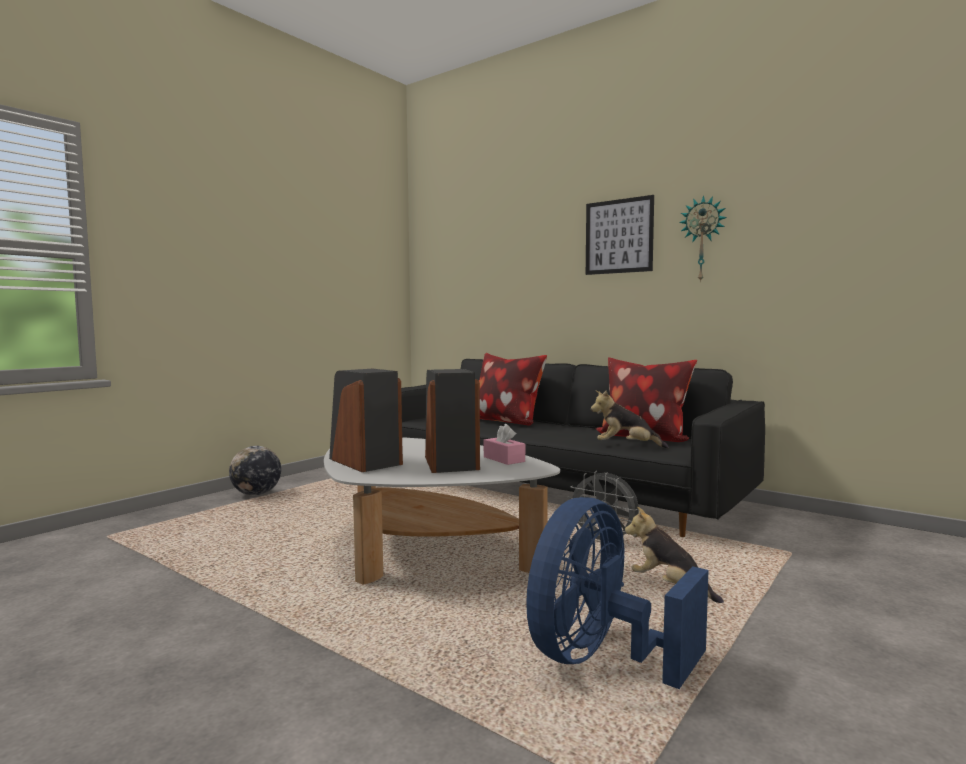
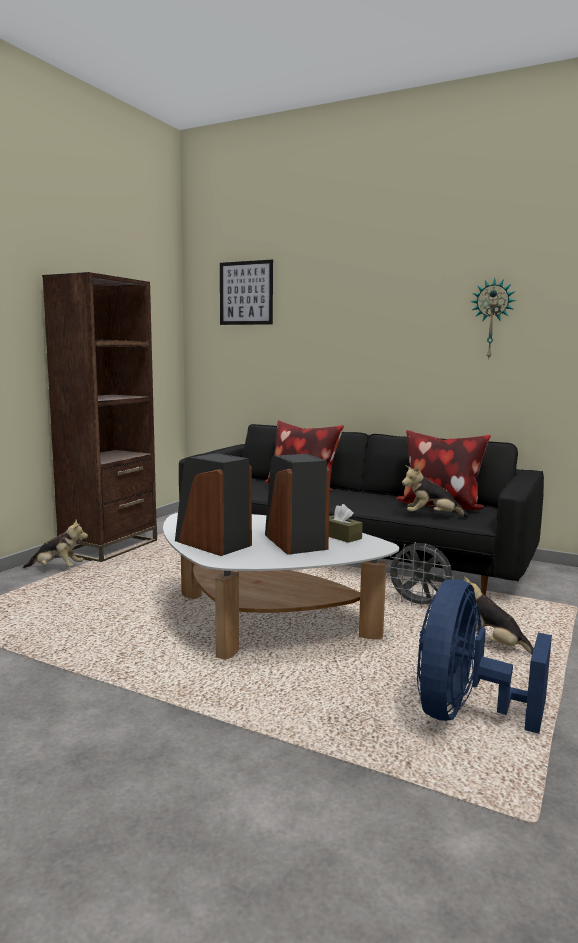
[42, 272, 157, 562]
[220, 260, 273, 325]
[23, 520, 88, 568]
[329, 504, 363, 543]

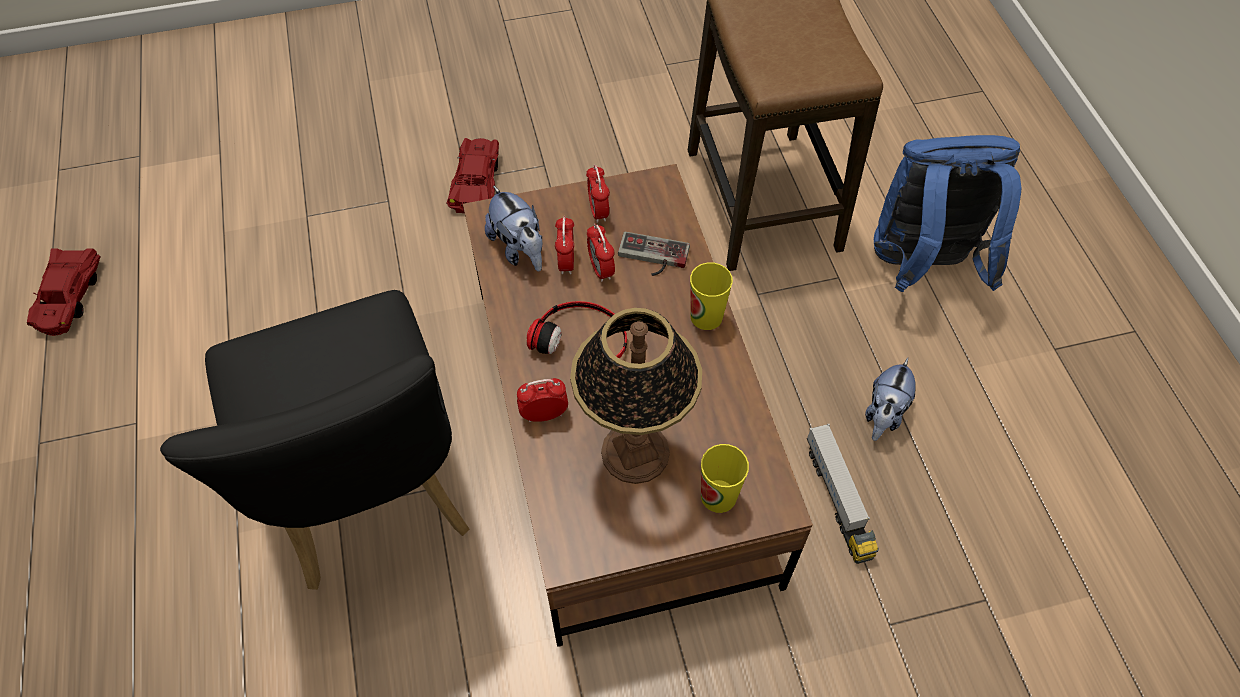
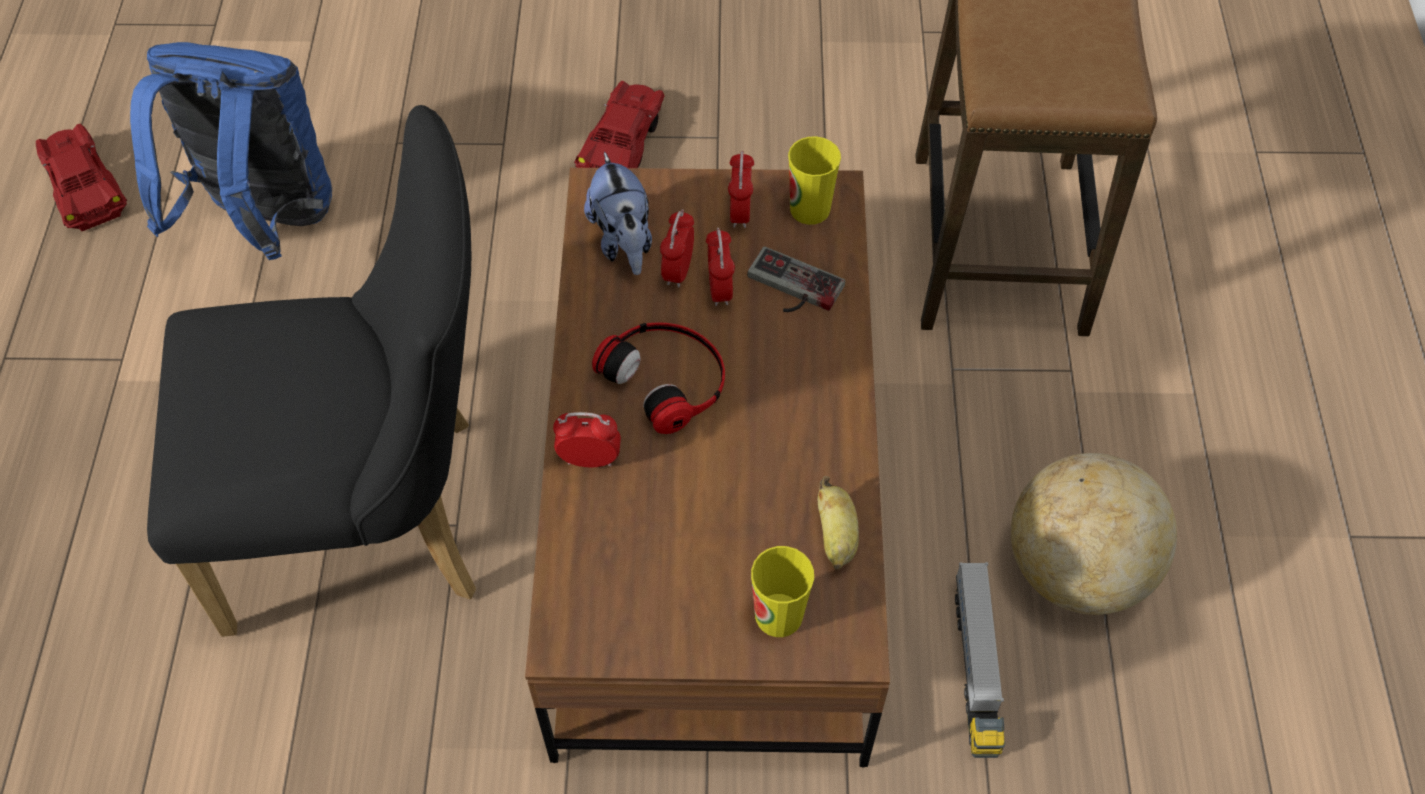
[570, 308, 702, 484] (first image)
[818, 476, 859, 570]
[788, 136, 841, 225]
[130, 42, 332, 260]
[1011, 453, 1177, 615]
[36, 124, 127, 231]
[147, 105, 476, 637]

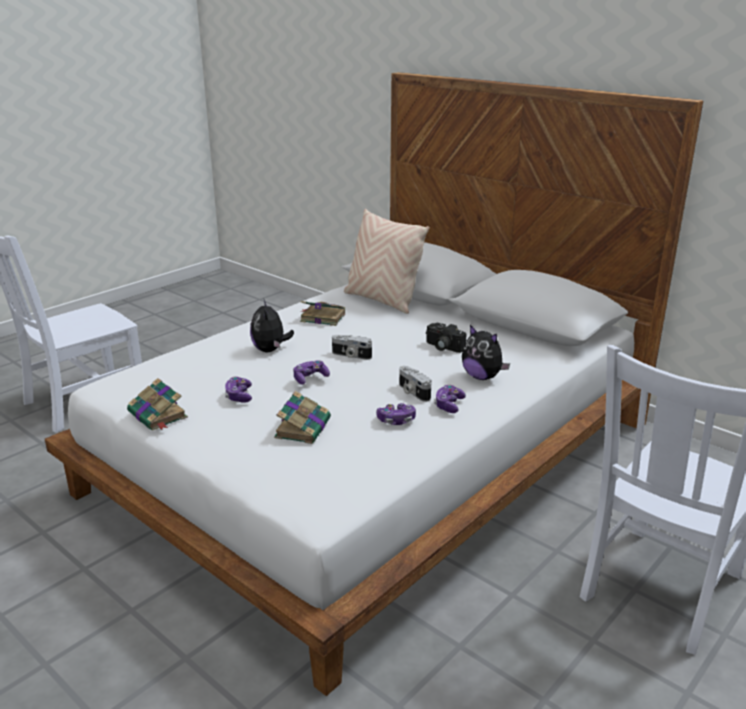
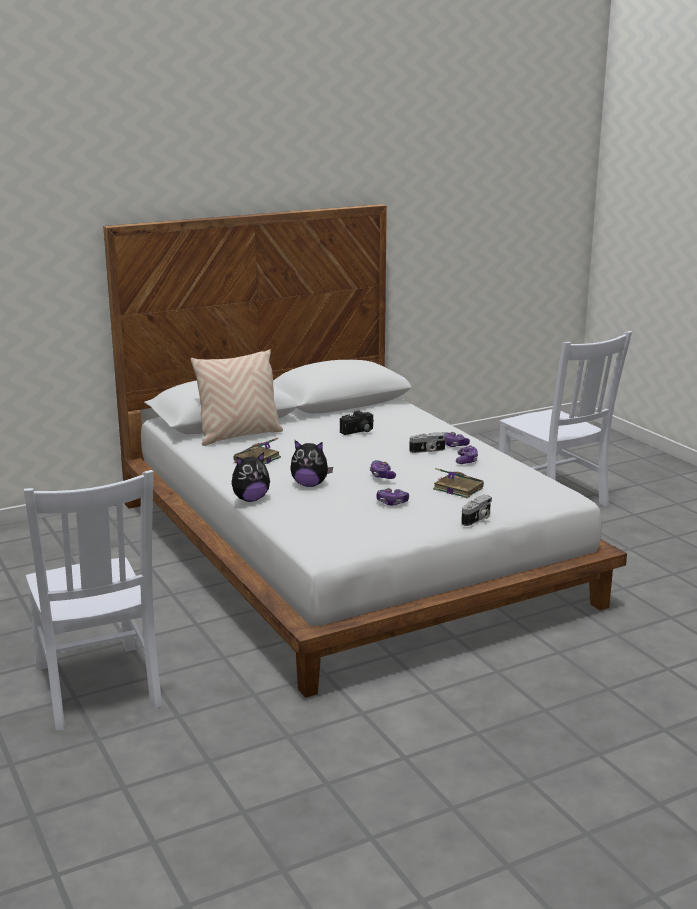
[127, 378, 188, 431] (first image)
[461, 495, 492, 526]
[232, 452, 270, 502]

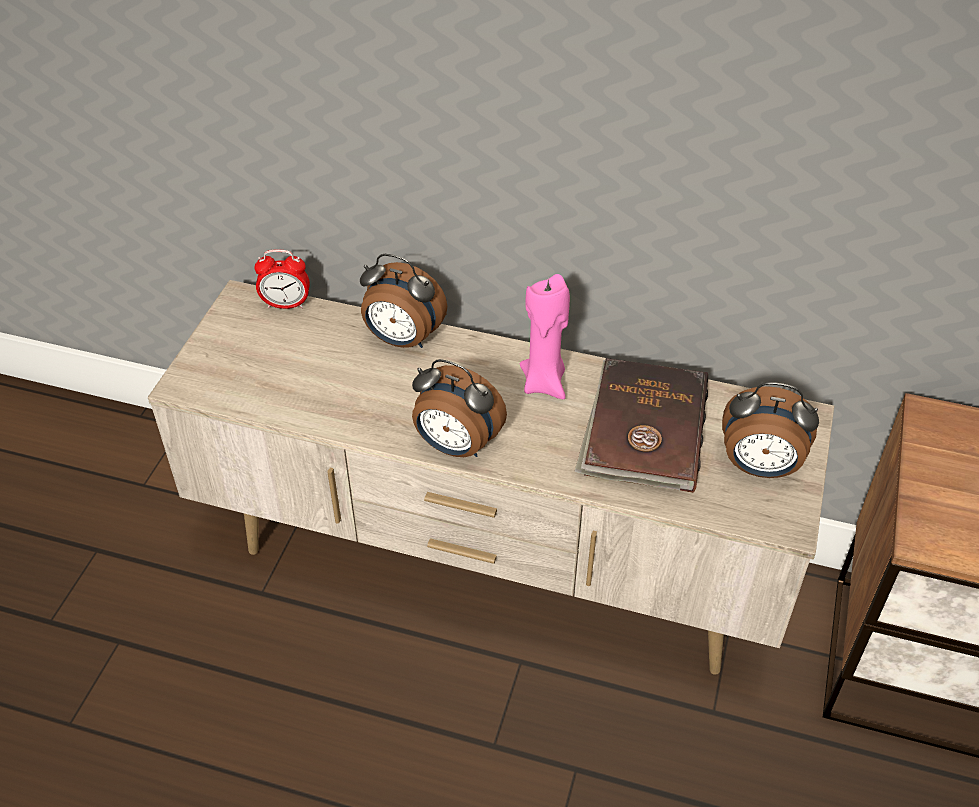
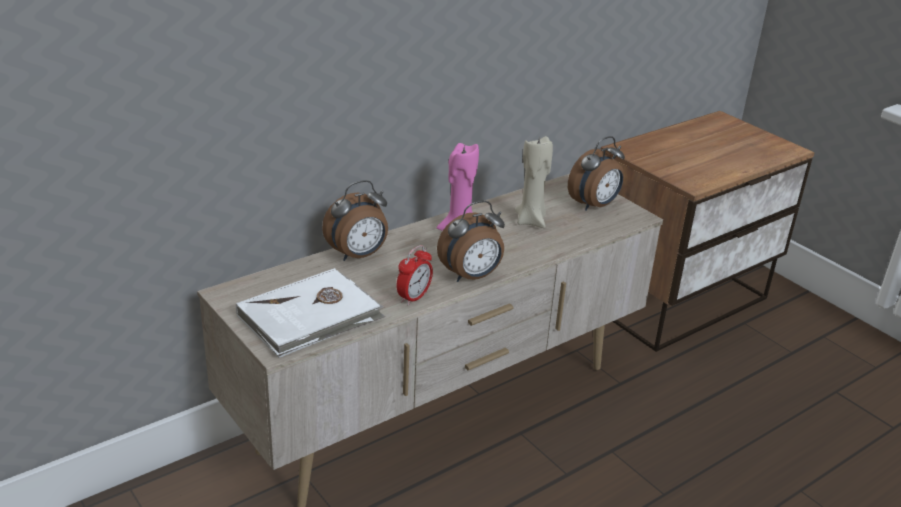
[236, 268, 385, 358]
[396, 245, 433, 306]
[515, 135, 553, 228]

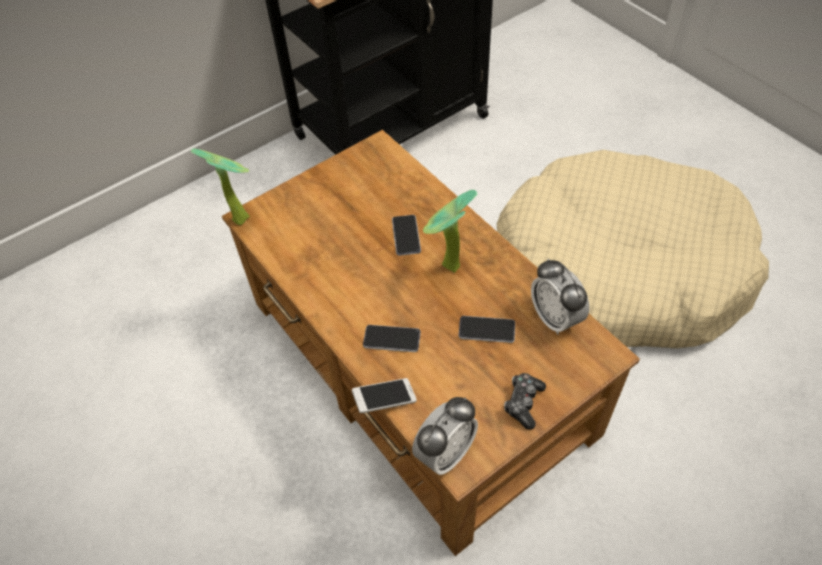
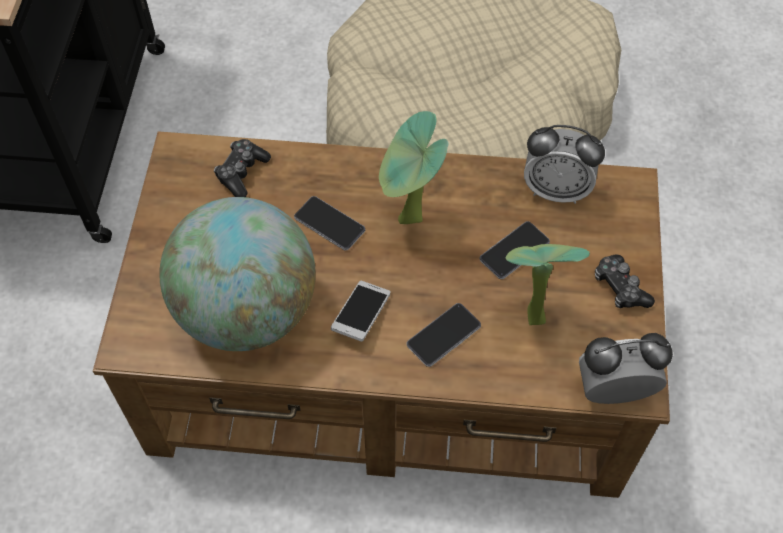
[159, 197, 316, 351]
[214, 139, 271, 197]
[506, 244, 590, 325]
[331, 281, 391, 342]
[579, 333, 673, 404]

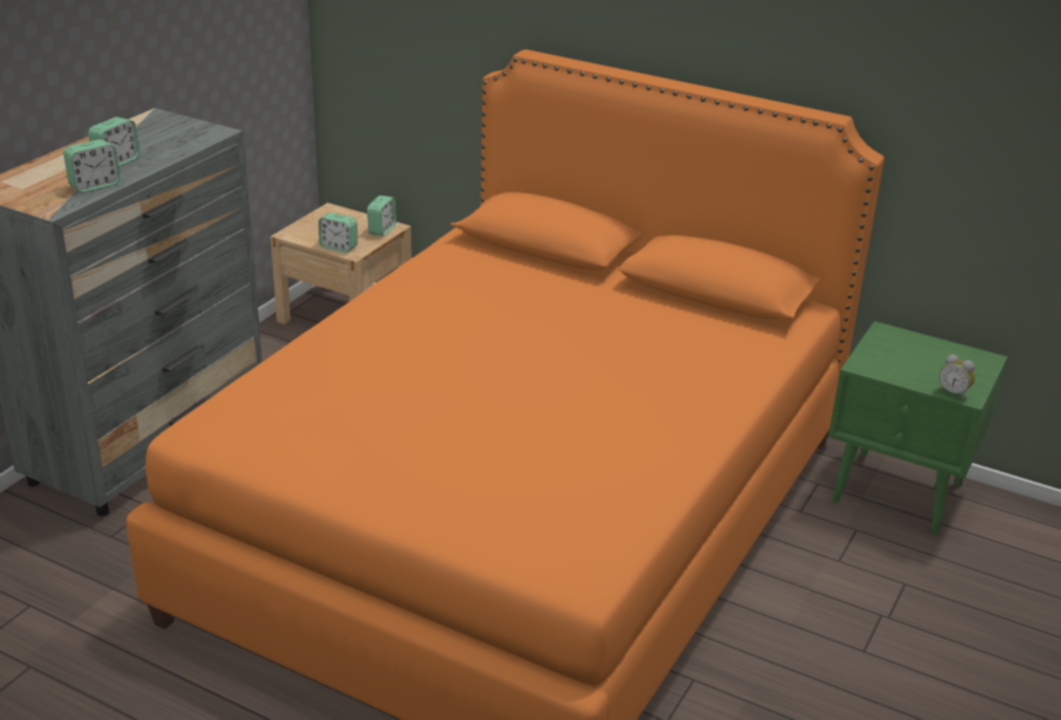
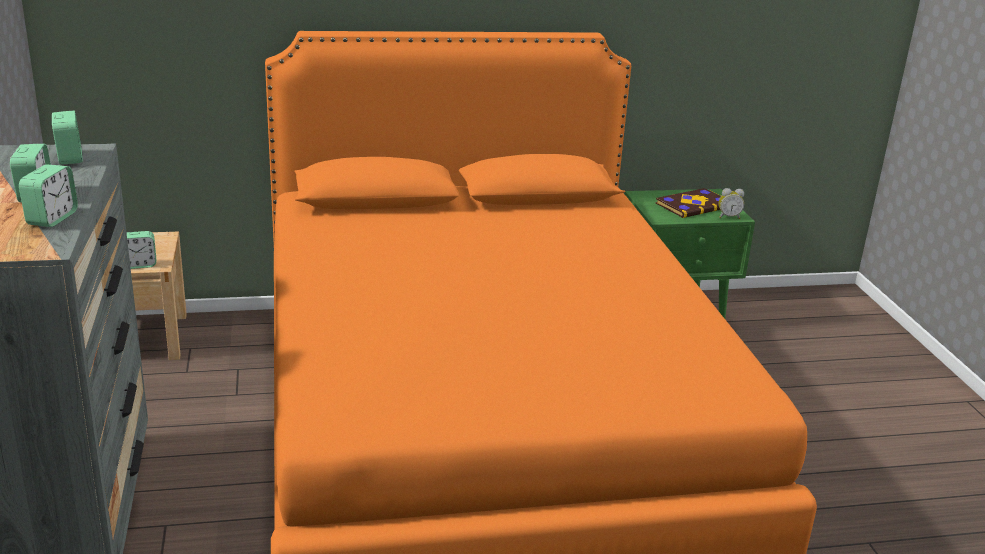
[656, 188, 721, 218]
[52, 110, 83, 165]

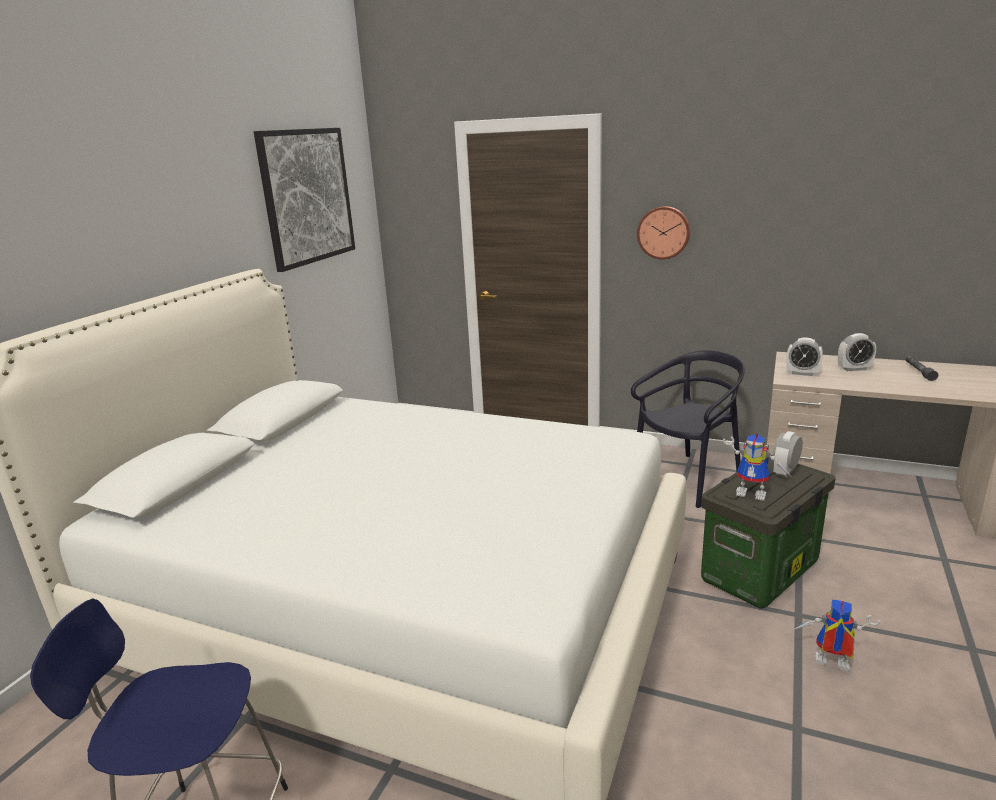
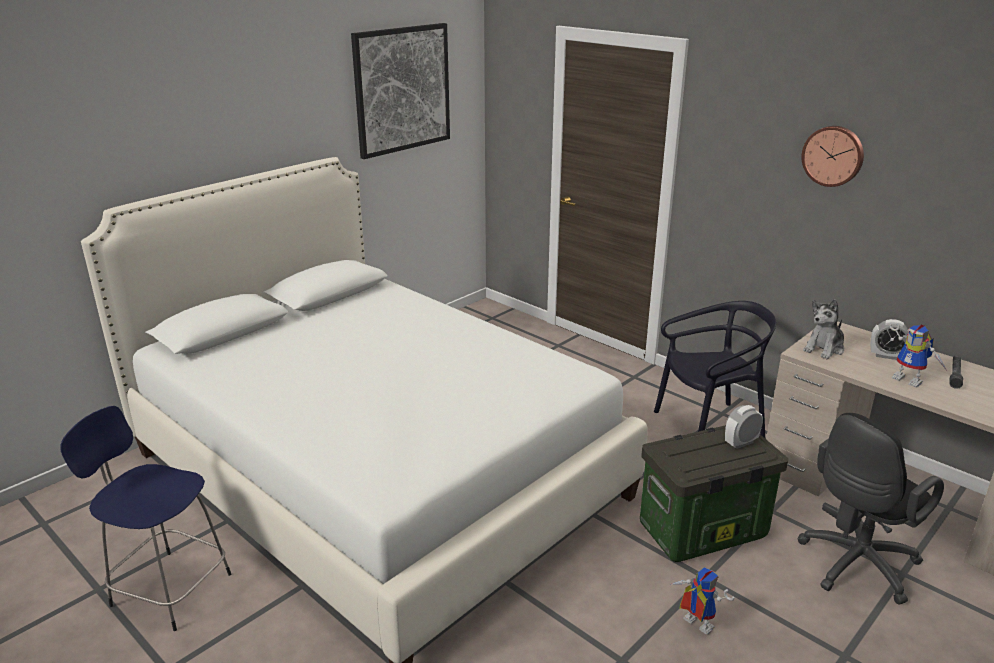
[798, 413, 944, 605]
[801, 126, 864, 187]
[889, 323, 948, 387]
[803, 299, 844, 359]

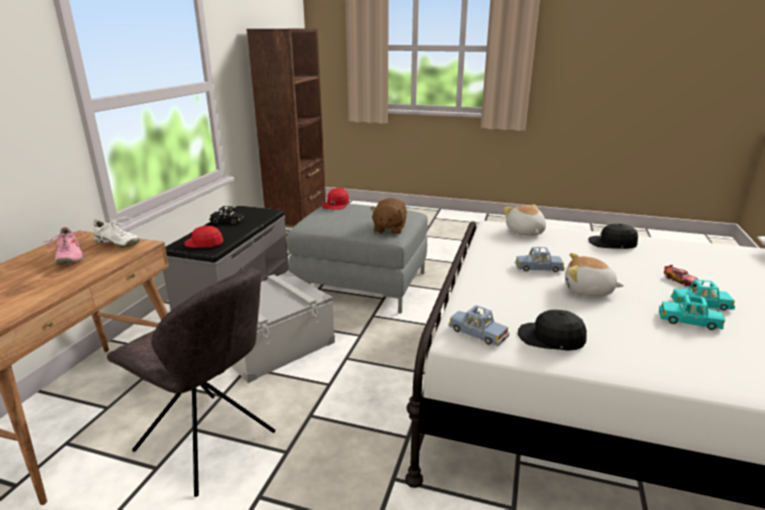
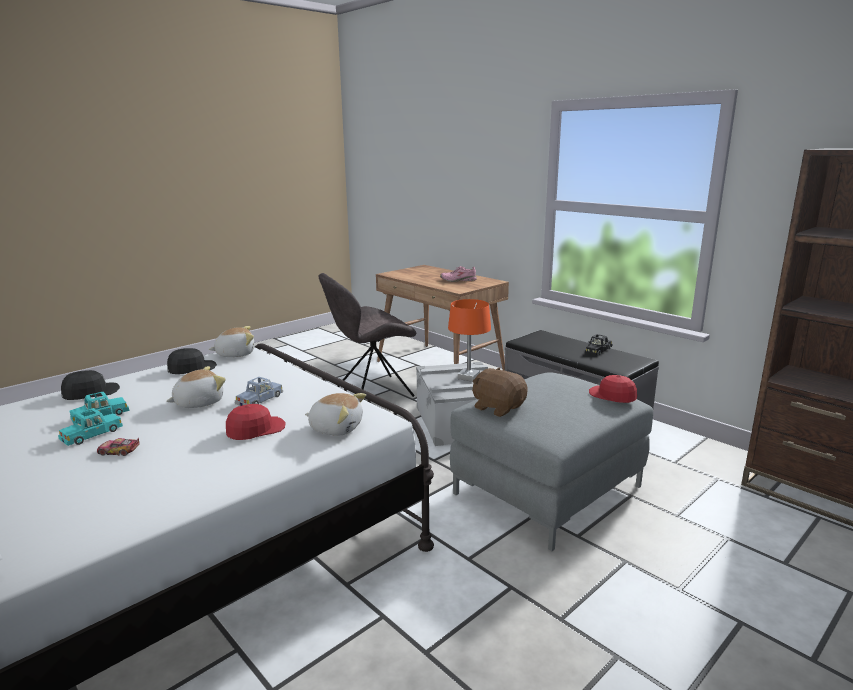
[91, 217, 140, 248] (first image)
[448, 299, 491, 382]
[226, 404, 286, 440]
[61, 370, 120, 400]
[209, 326, 254, 357]

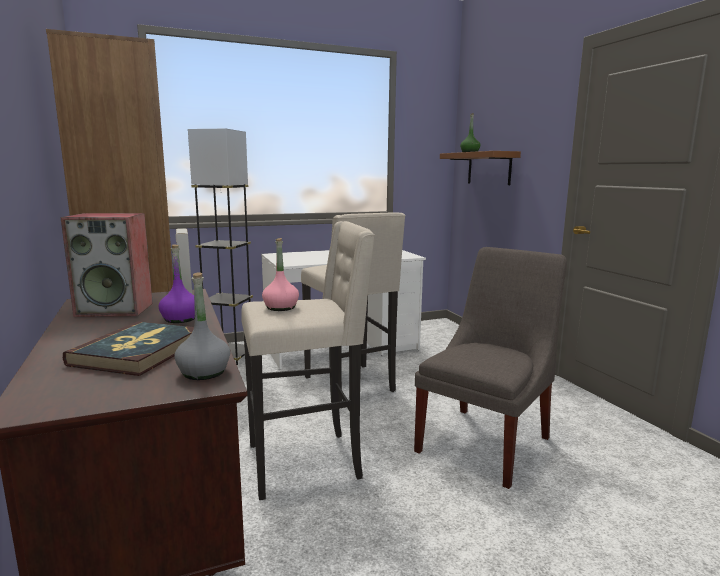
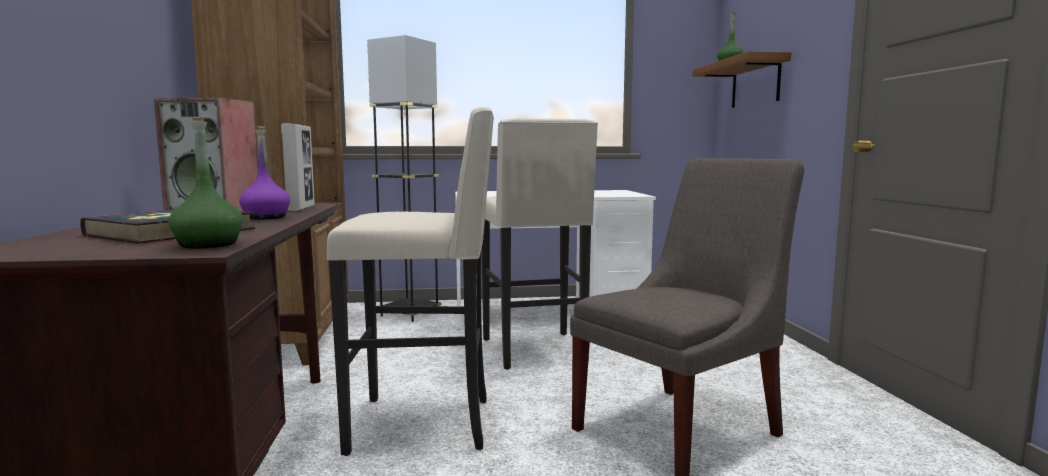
[262, 238, 299, 311] (first image)
[168, 117, 243, 249]

